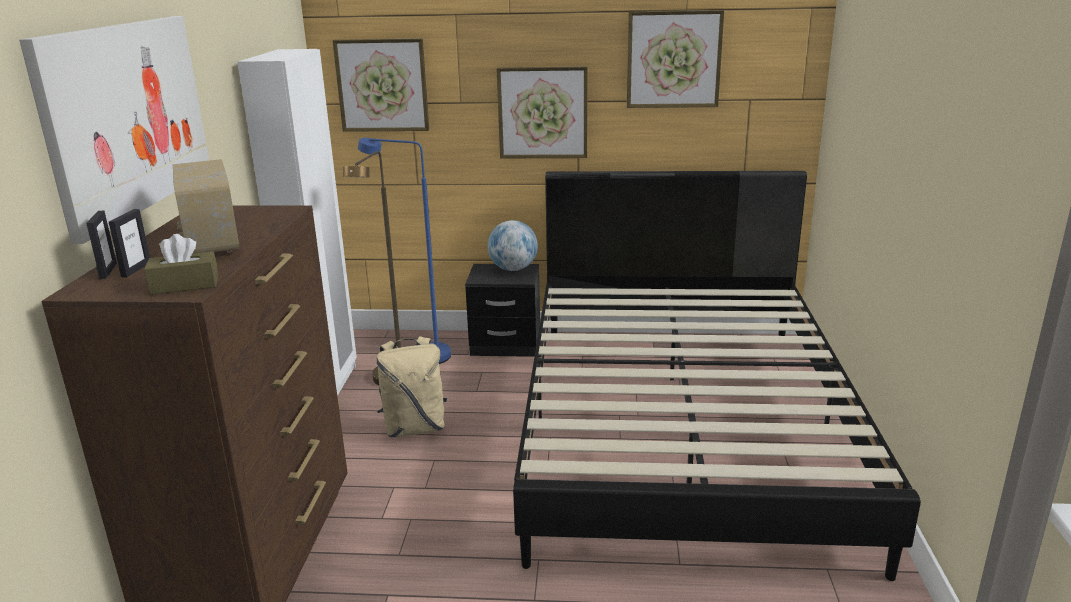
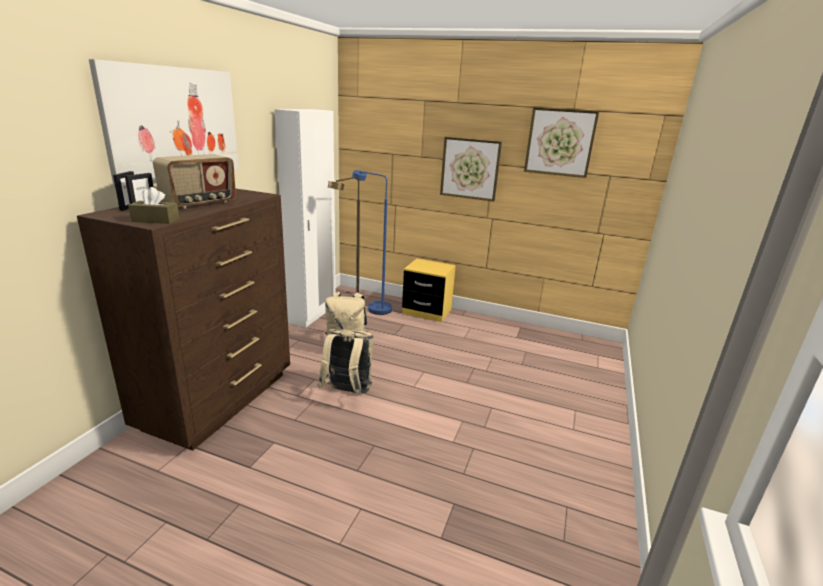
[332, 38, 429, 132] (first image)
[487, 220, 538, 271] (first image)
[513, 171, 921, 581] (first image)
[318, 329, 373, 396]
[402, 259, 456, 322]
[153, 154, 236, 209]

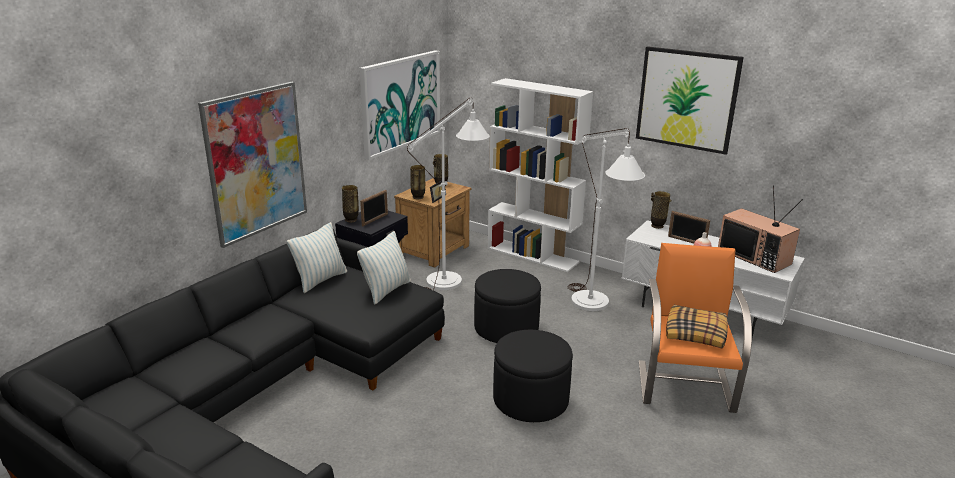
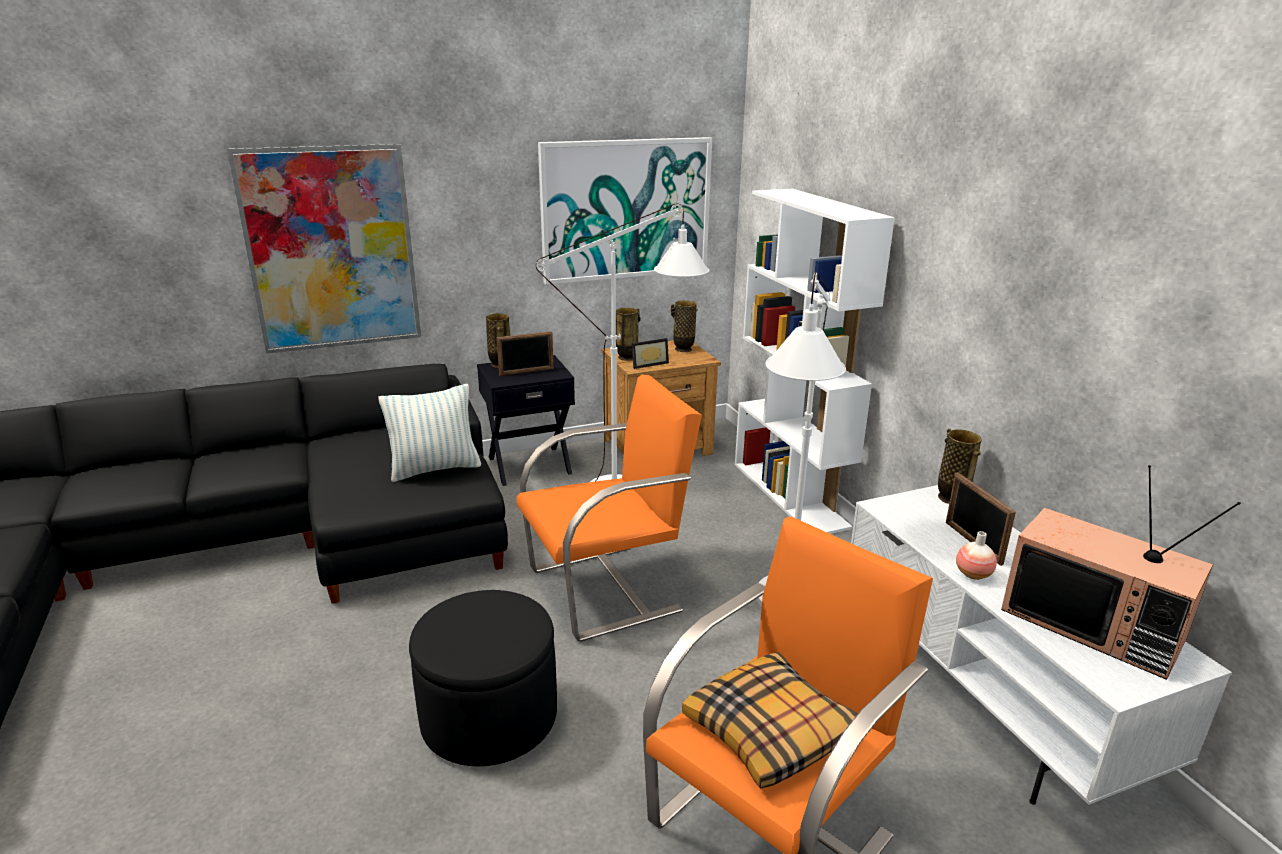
[287, 222, 347, 293] (first image)
[636, 46, 744, 155] (first image)
[516, 375, 702, 642]
[1001, 465, 1241, 680]

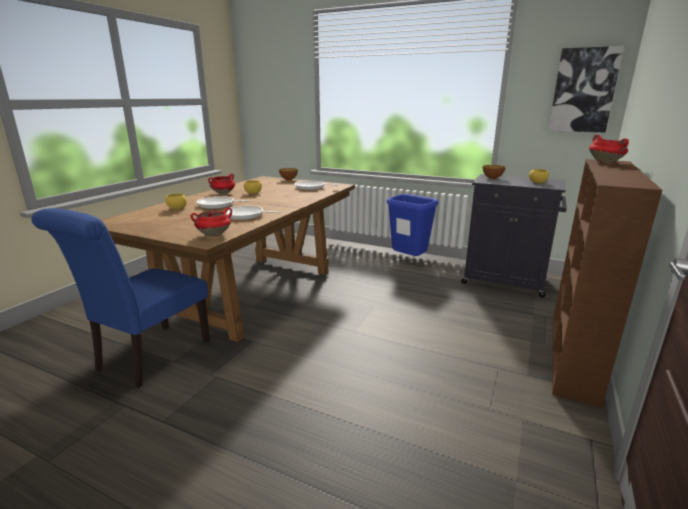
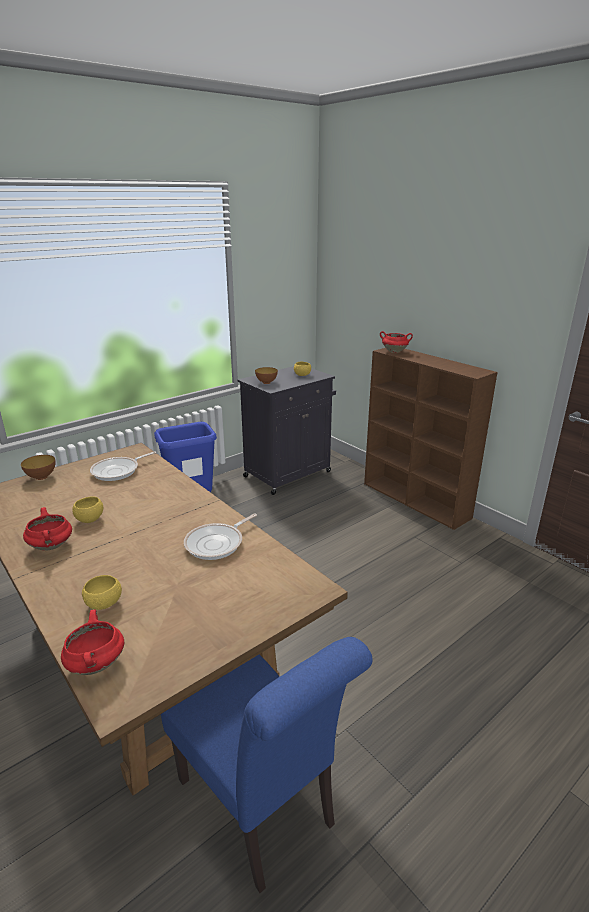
[197, 196, 250, 209] (first image)
[548, 46, 624, 132] (first image)
[61, 610, 124, 675]

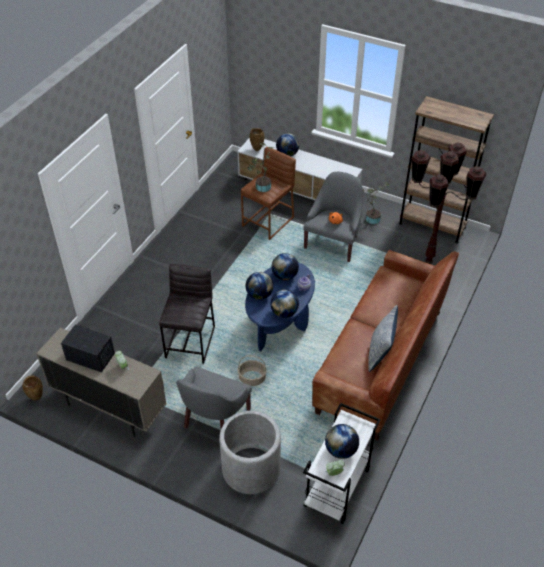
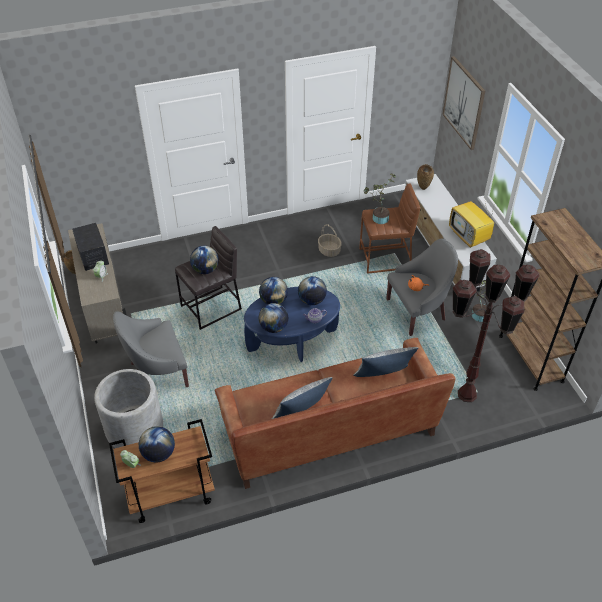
[353, 347, 418, 377]
[443, 56, 485, 150]
[449, 194, 495, 248]
[318, 224, 342, 257]
[190, 246, 219, 274]
[109, 419, 215, 523]

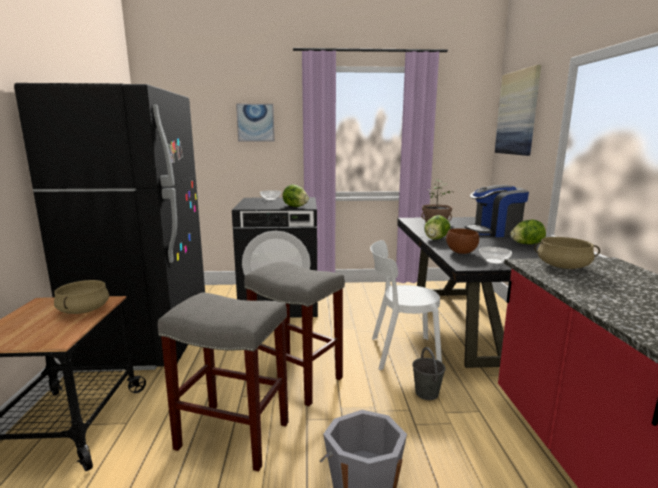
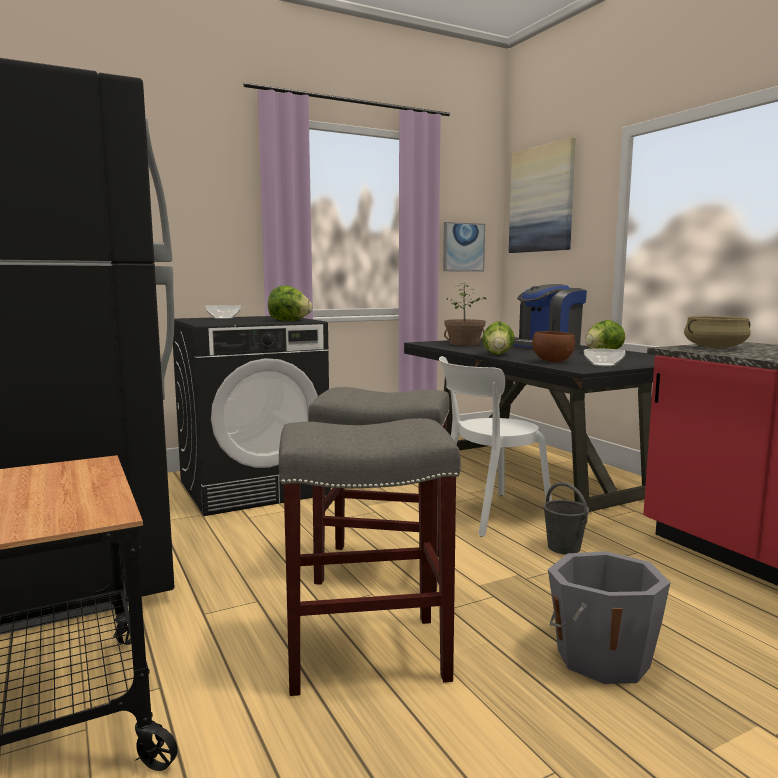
[54, 280, 109, 314] (first image)
[443, 222, 485, 272]

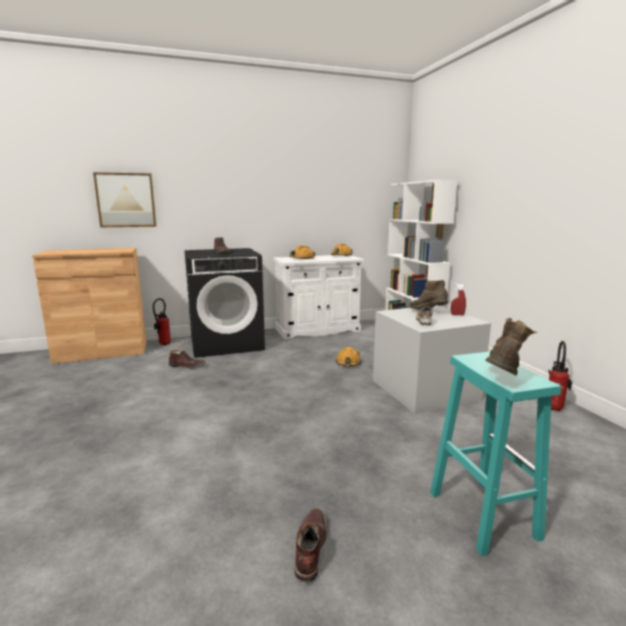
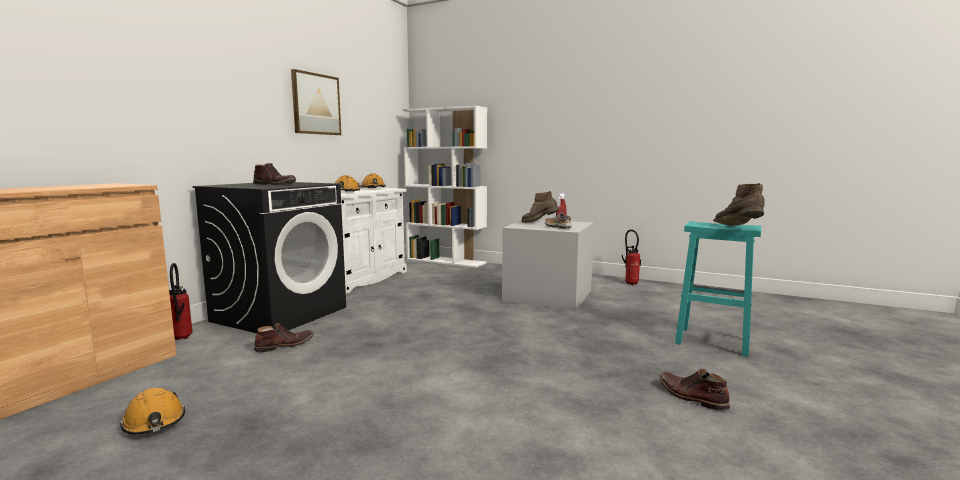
[291, 69, 341, 135]
[120, 388, 185, 435]

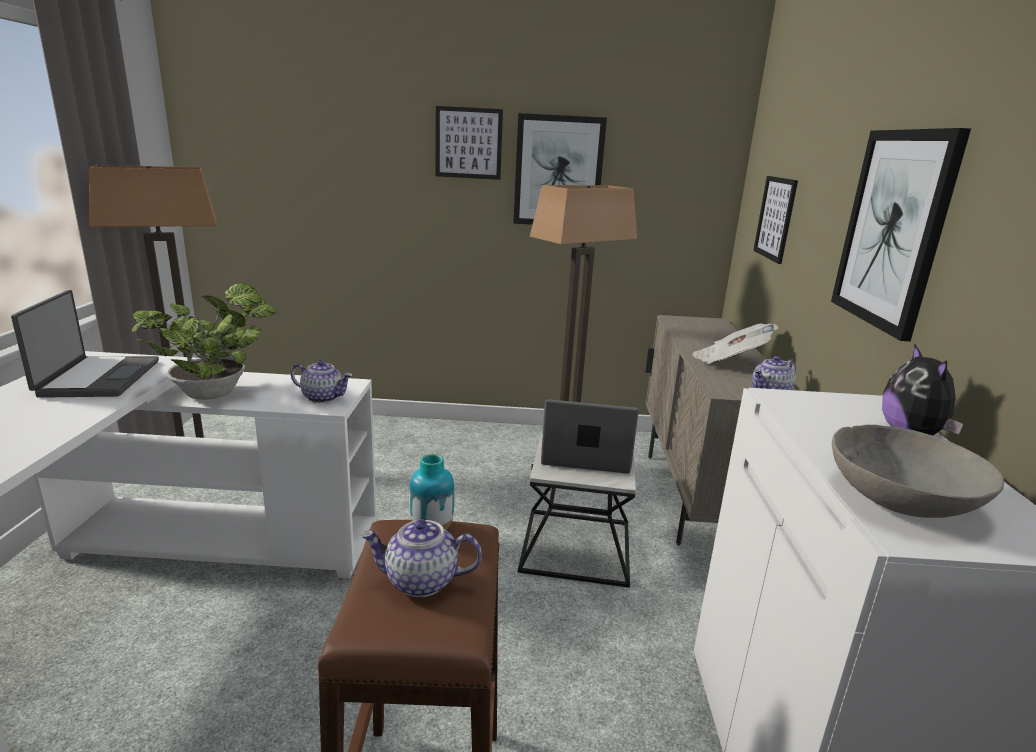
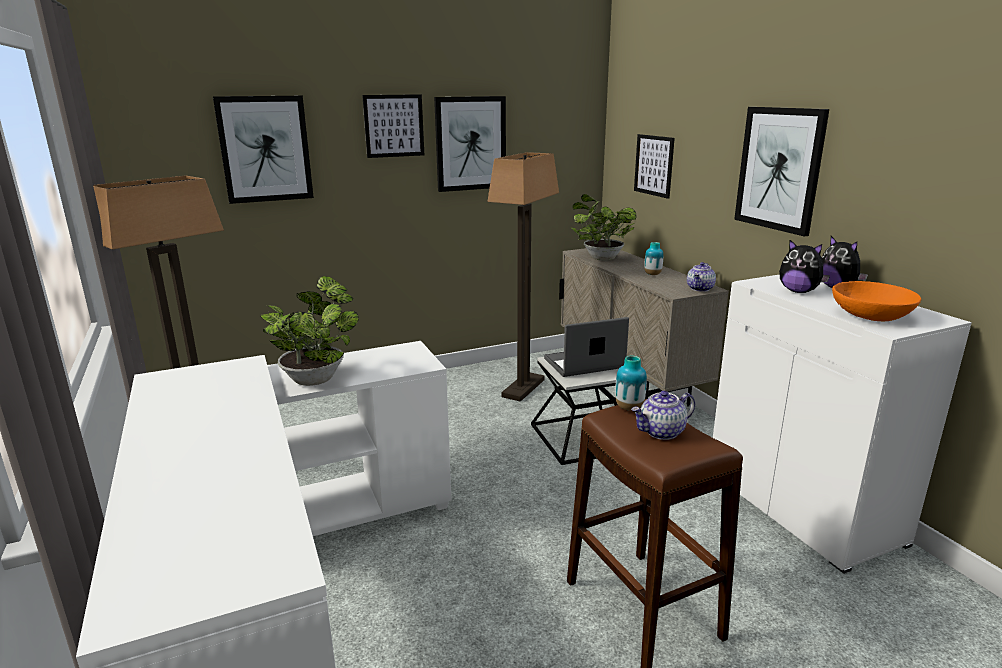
[11, 290, 159, 398] (first image)
[291, 360, 352, 403] (first image)
[213, 96, 314, 204]
[570, 194, 637, 261]
[779, 240, 830, 293]
[644, 242, 663, 275]
[832, 281, 921, 321]

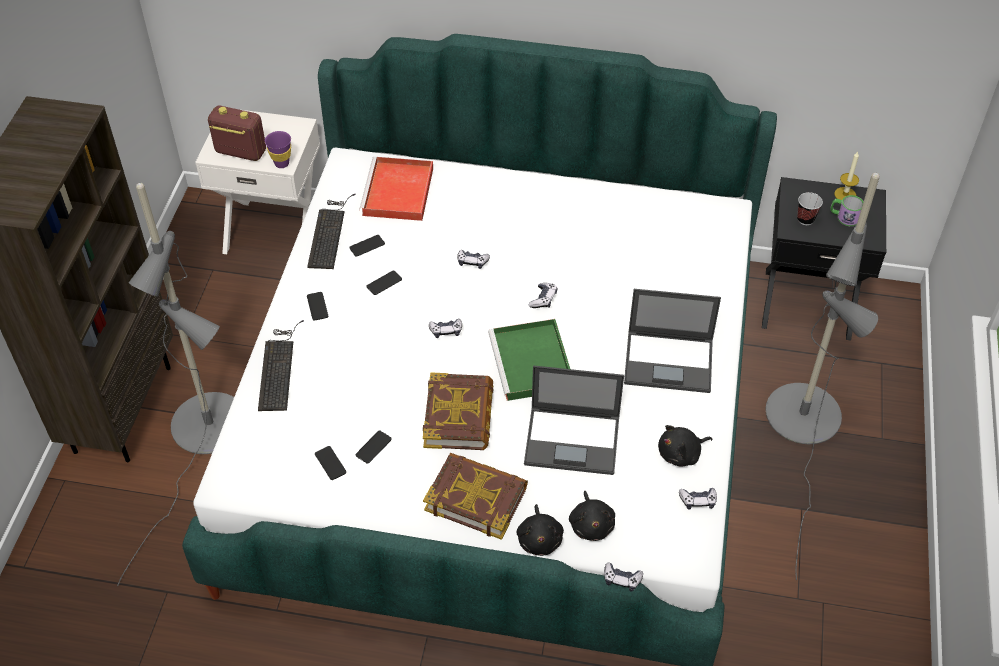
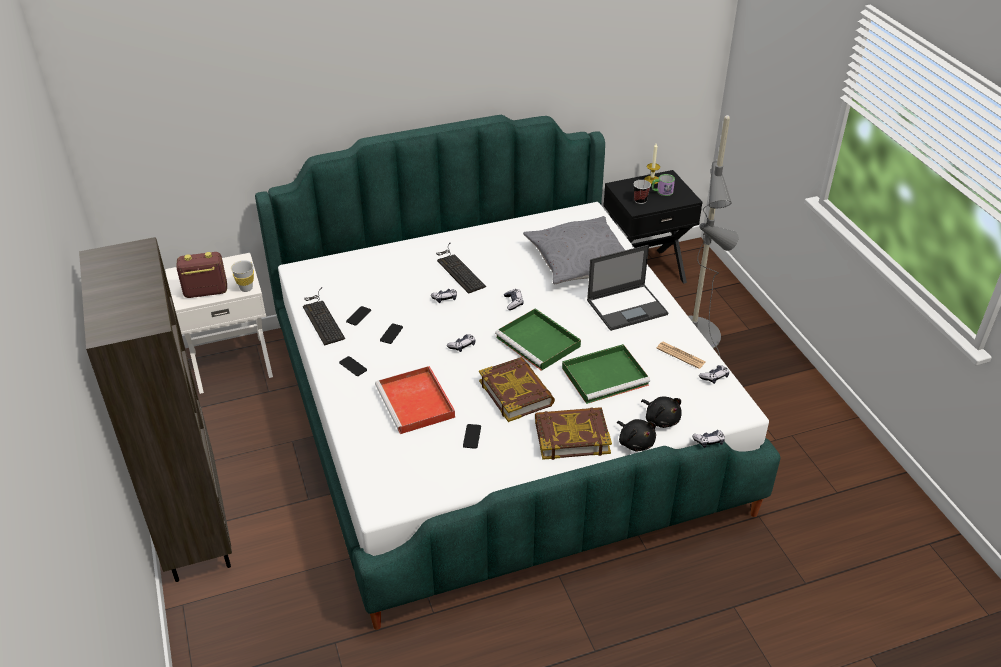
[117, 183, 234, 586] (first image)
[315, 446, 346, 480] (first image)
[523, 216, 625, 284]
[436, 243, 486, 294]
[375, 366, 455, 434]
[562, 344, 650, 404]
[656, 342, 706, 369]
[231, 260, 254, 292]

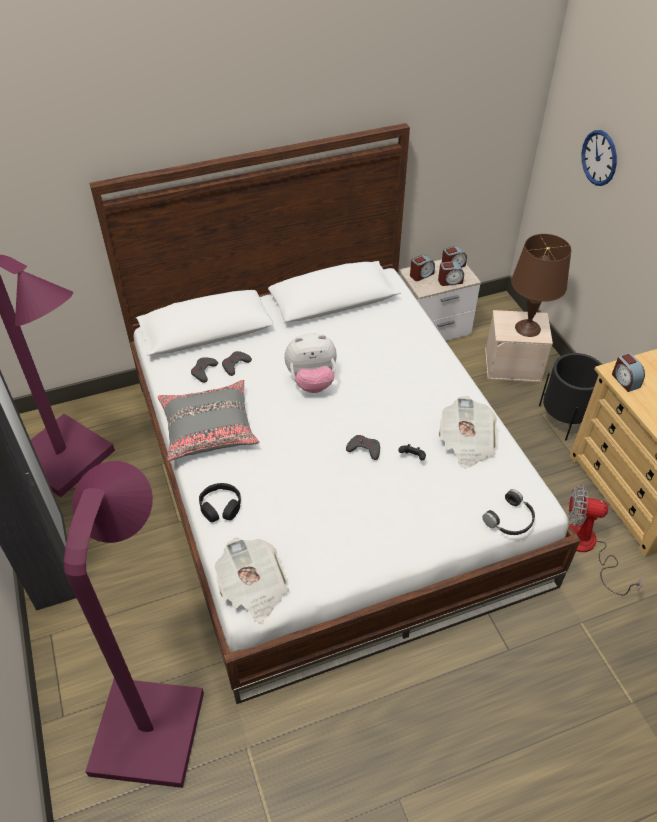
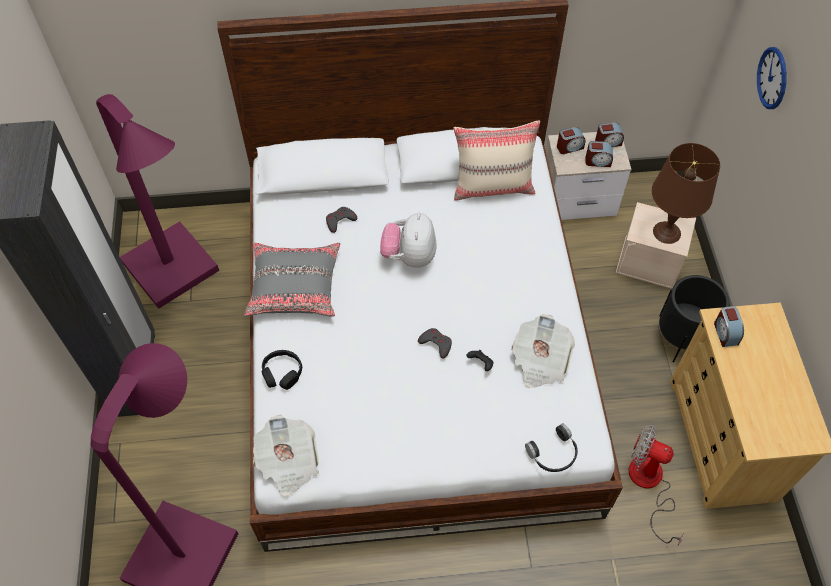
[191, 358, 218, 383] (first image)
[454, 120, 540, 201]
[380, 213, 437, 268]

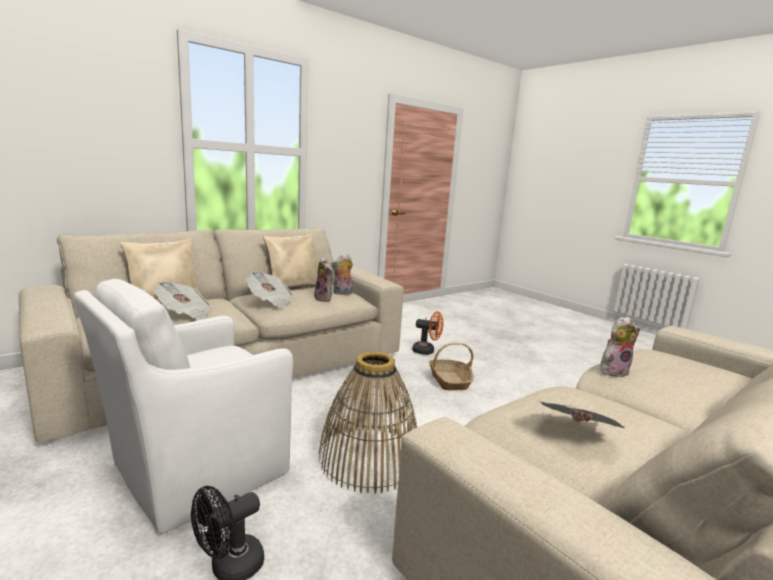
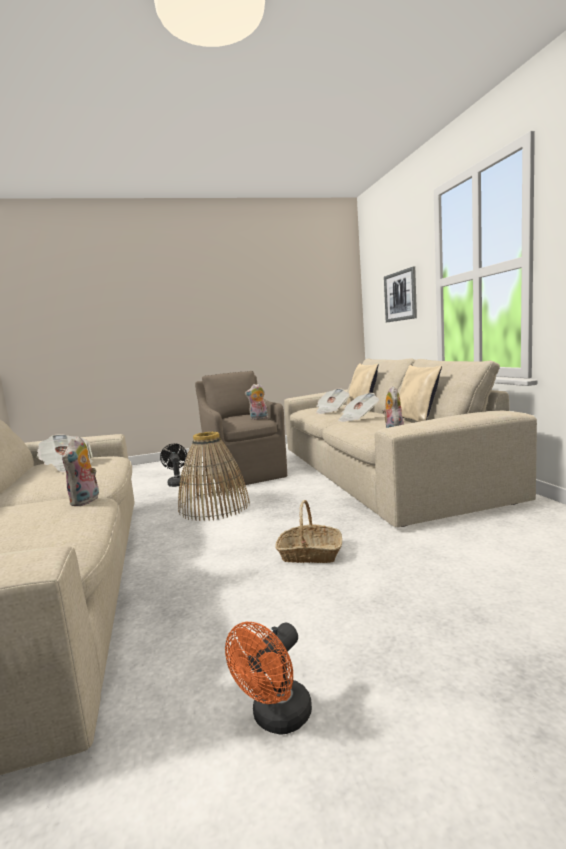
[384, 266, 417, 322]
[245, 384, 268, 420]
[225, 622, 312, 735]
[195, 371, 287, 488]

